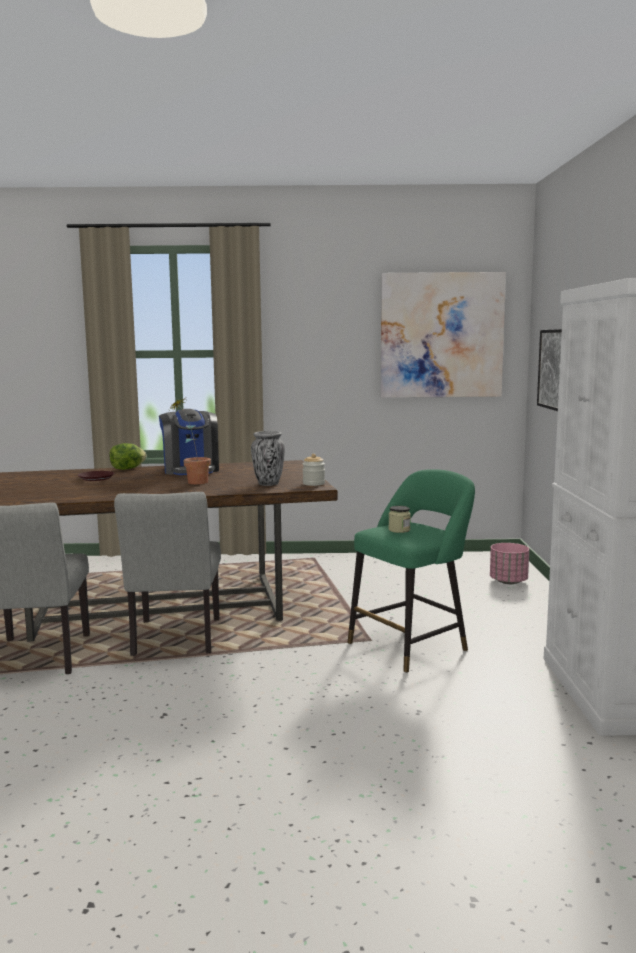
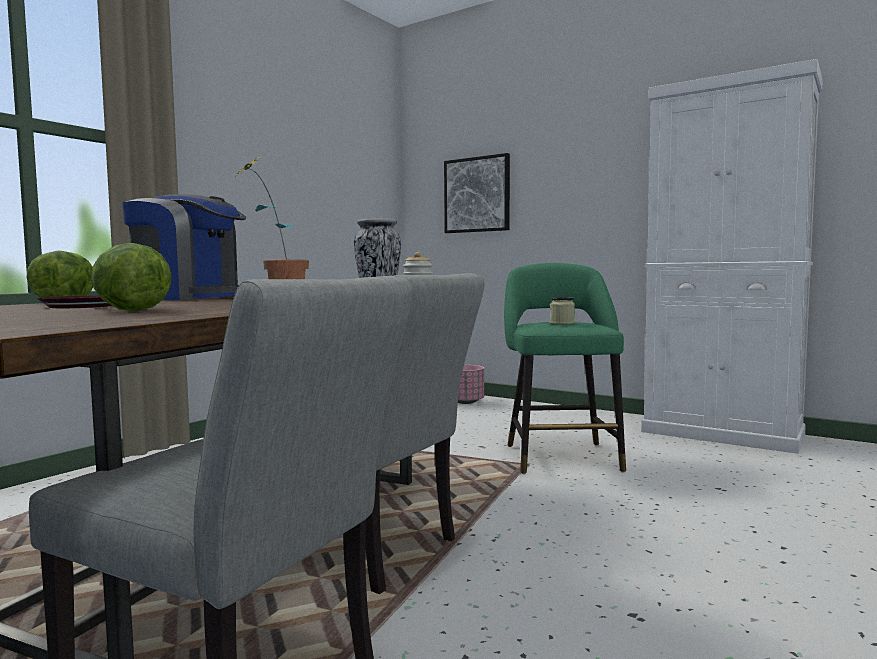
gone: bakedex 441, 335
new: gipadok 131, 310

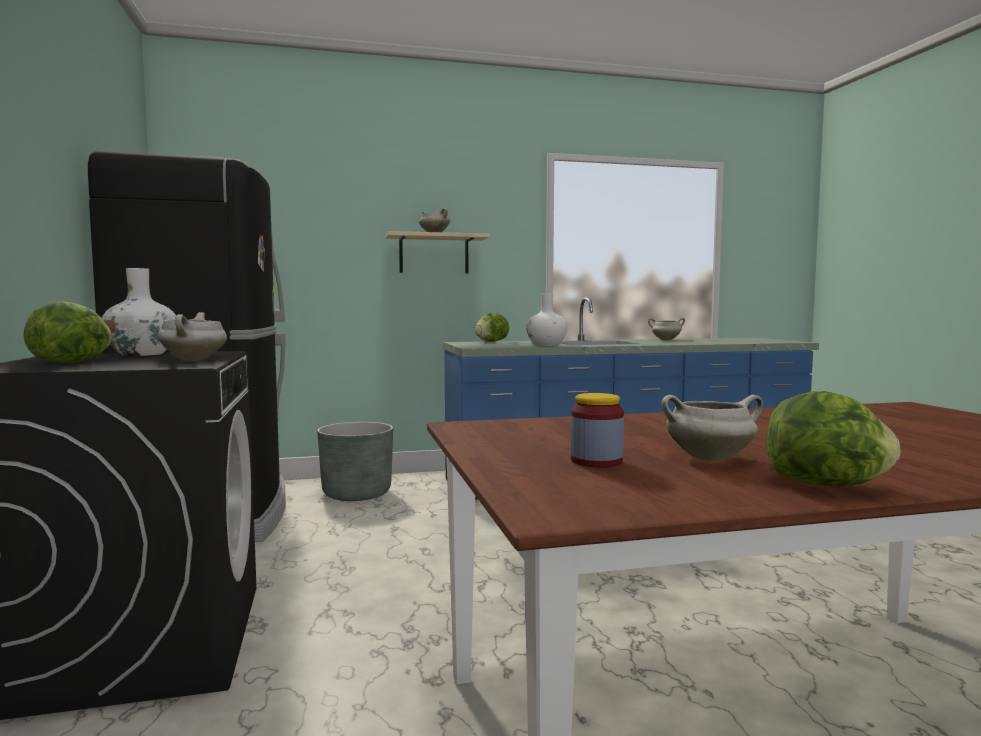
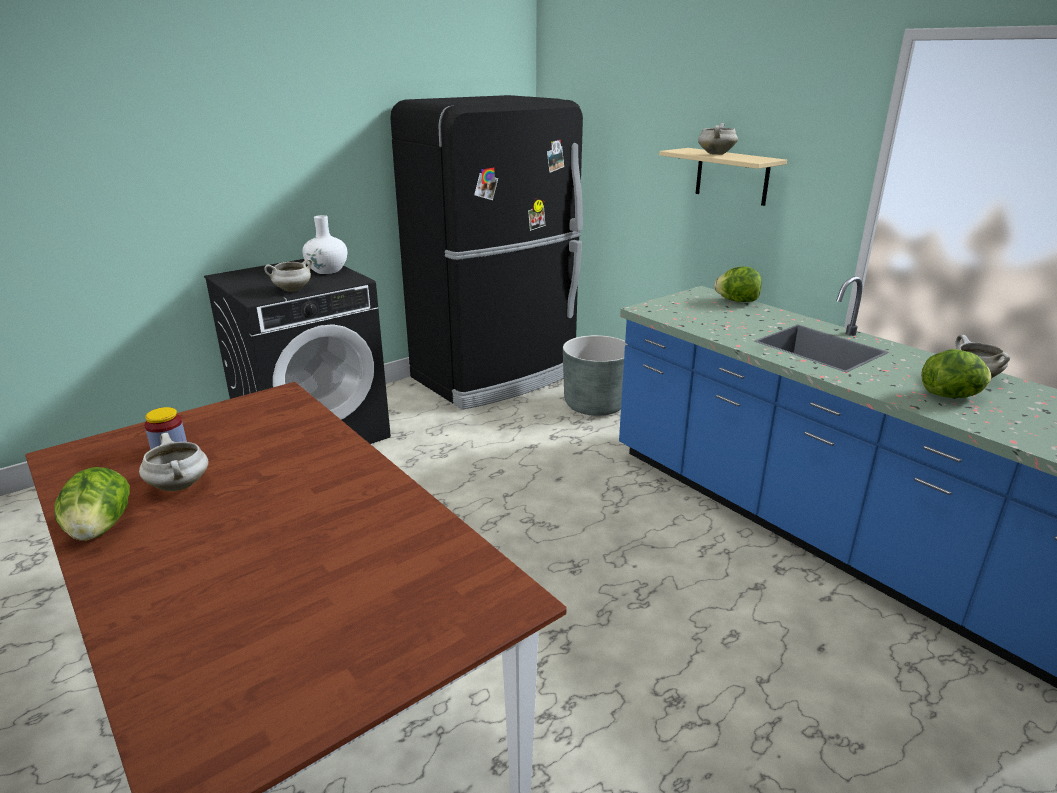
gone: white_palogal 546, 345
shifted: gipadok 73, 362 to 951, 396

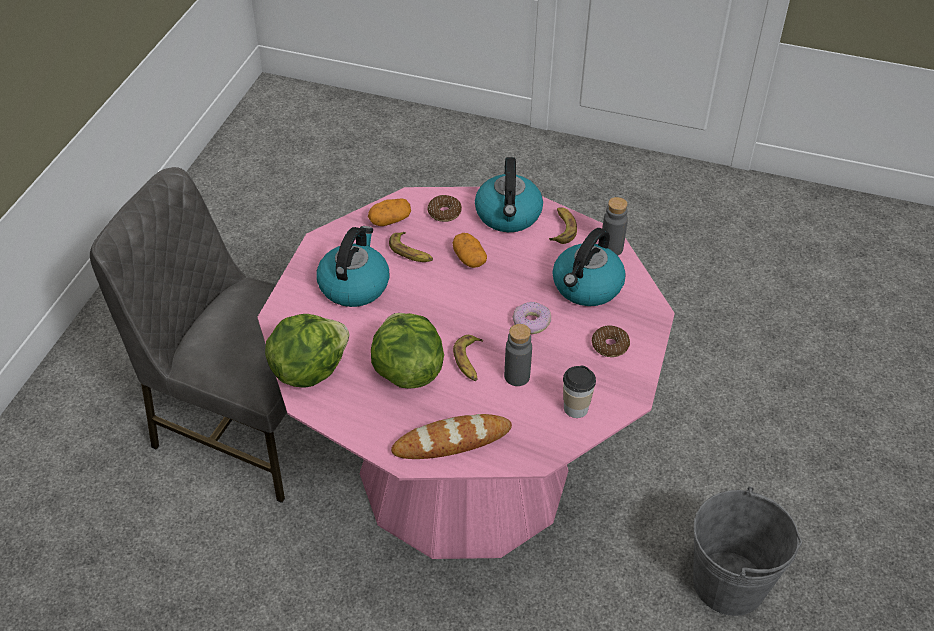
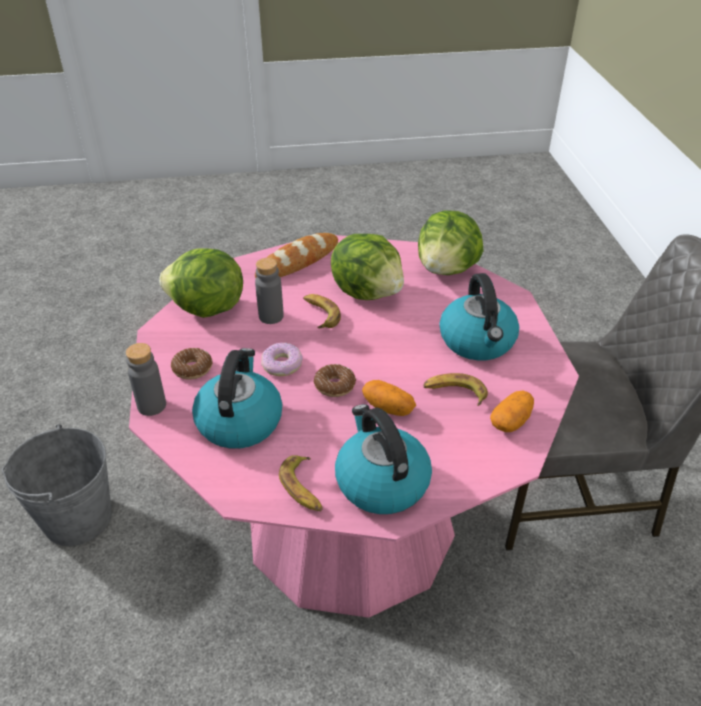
shifted: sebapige 444, 213 to 334, 385; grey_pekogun 611, 248 to 152, 405
swapped: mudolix 575, 408 to gipadok 207, 309

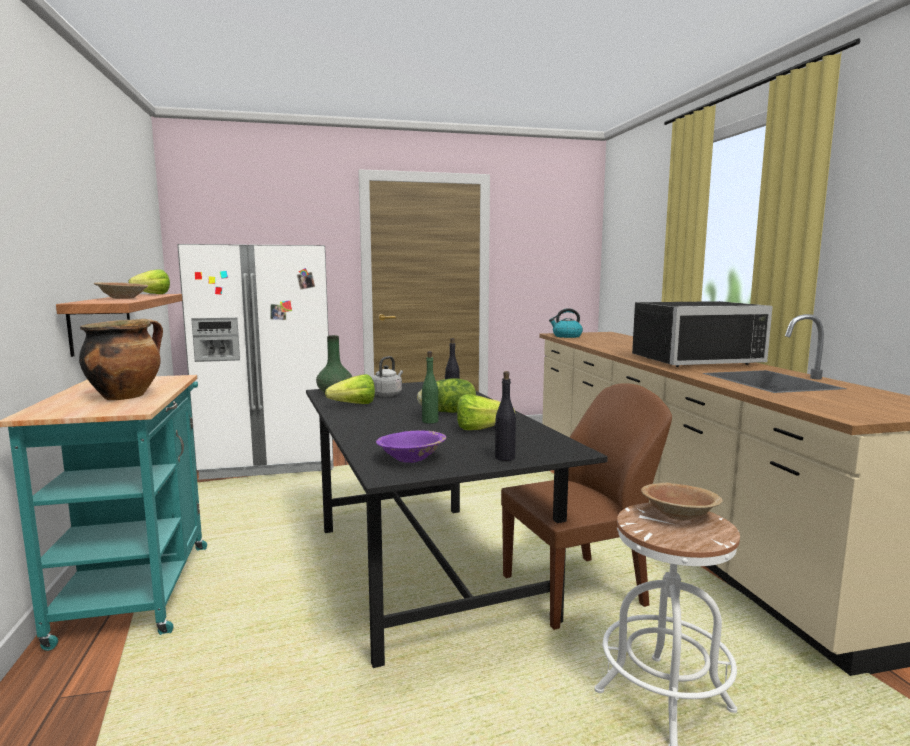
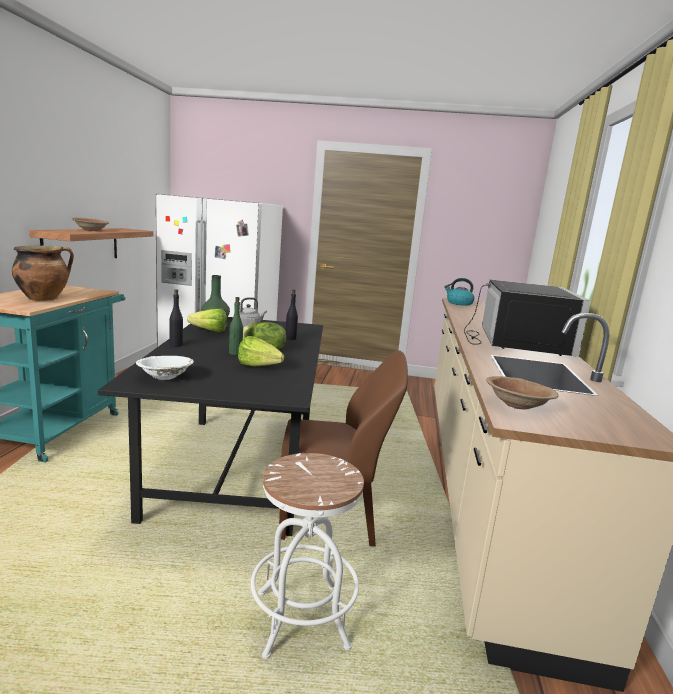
gone: gipadok 148, 294
shifted: black_pekogun 504, 457 to 176, 345; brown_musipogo 679, 515 to 517, 405
repainted: purple_musipogo 411, 458 to white_musipogo 165, 377
rotated: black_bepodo 691, 360 = 515, 342 90 degrees counterclockwise

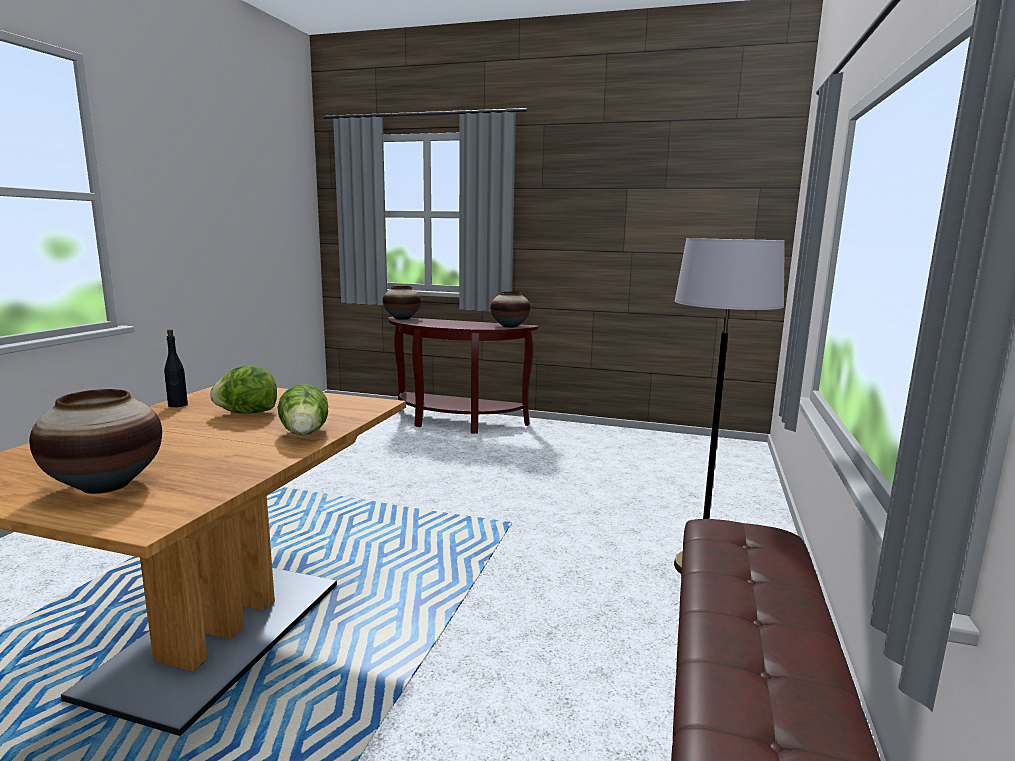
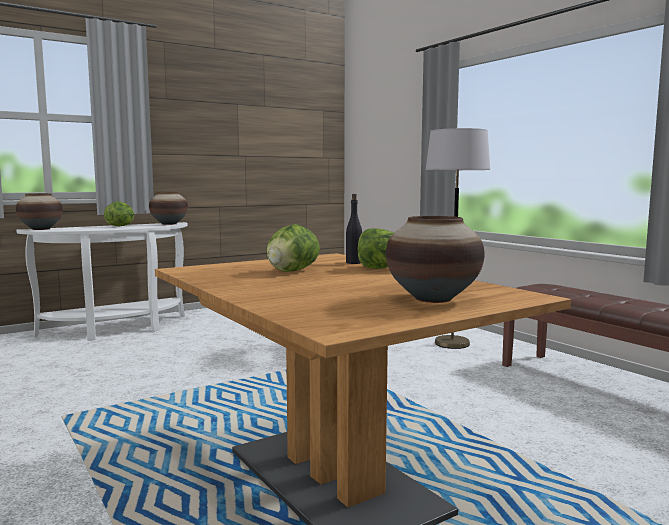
new: gipadok 121, 226
shifted: black_pekogun 177, 405 to 354, 262
repainted: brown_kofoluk 454, 422 to white_kofoluk 118, 329

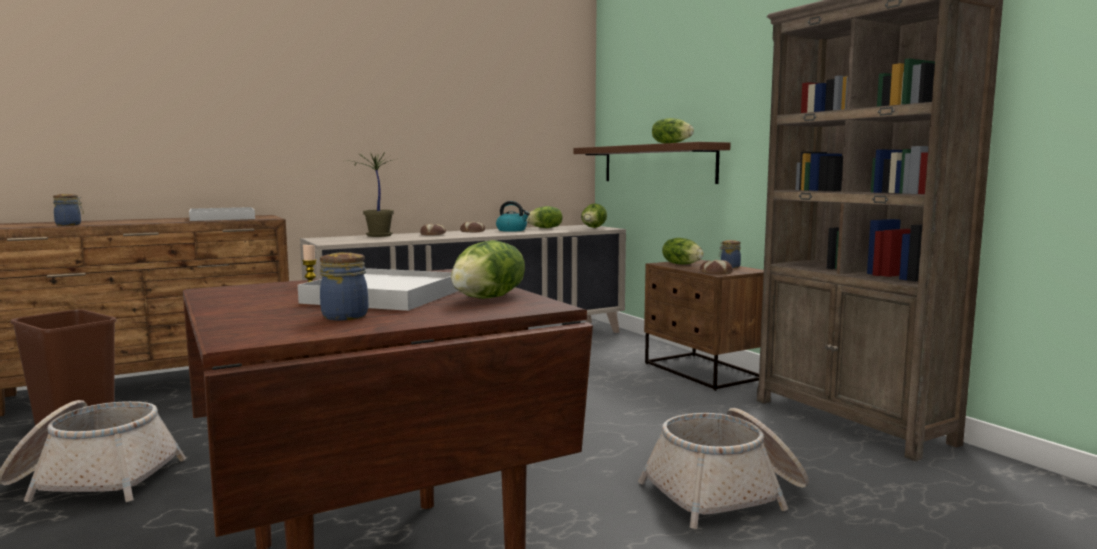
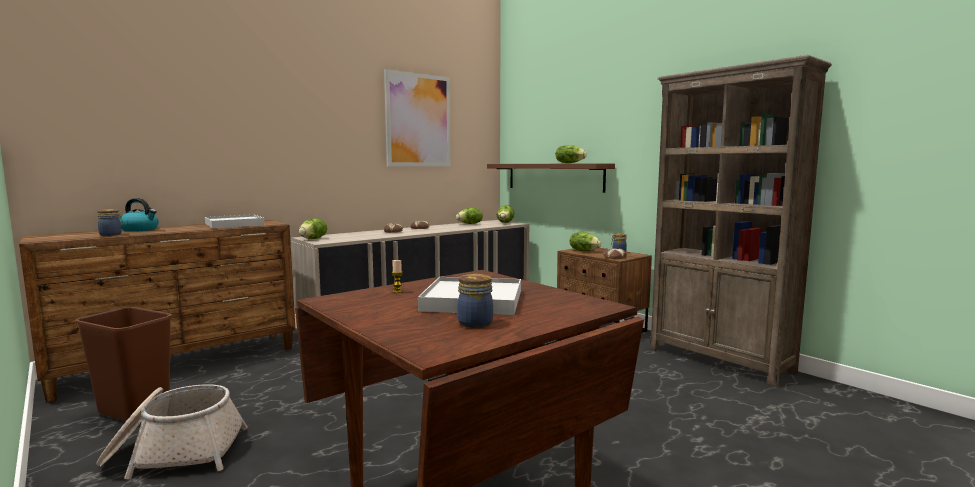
gone: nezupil 378, 235; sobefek 727, 493
new: bakedex 418, 120
shifted: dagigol 512, 230 to 140, 230; gipadok 489, 298 to 313, 239

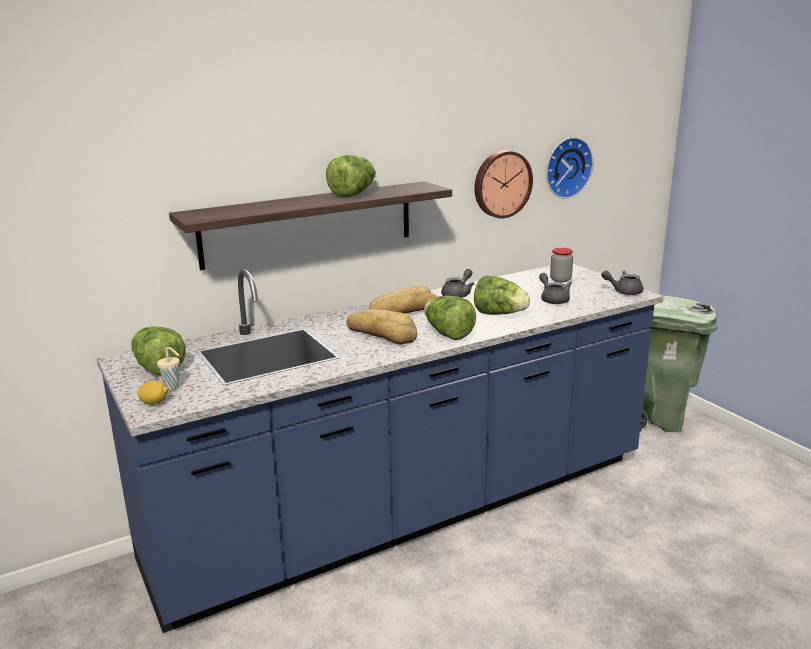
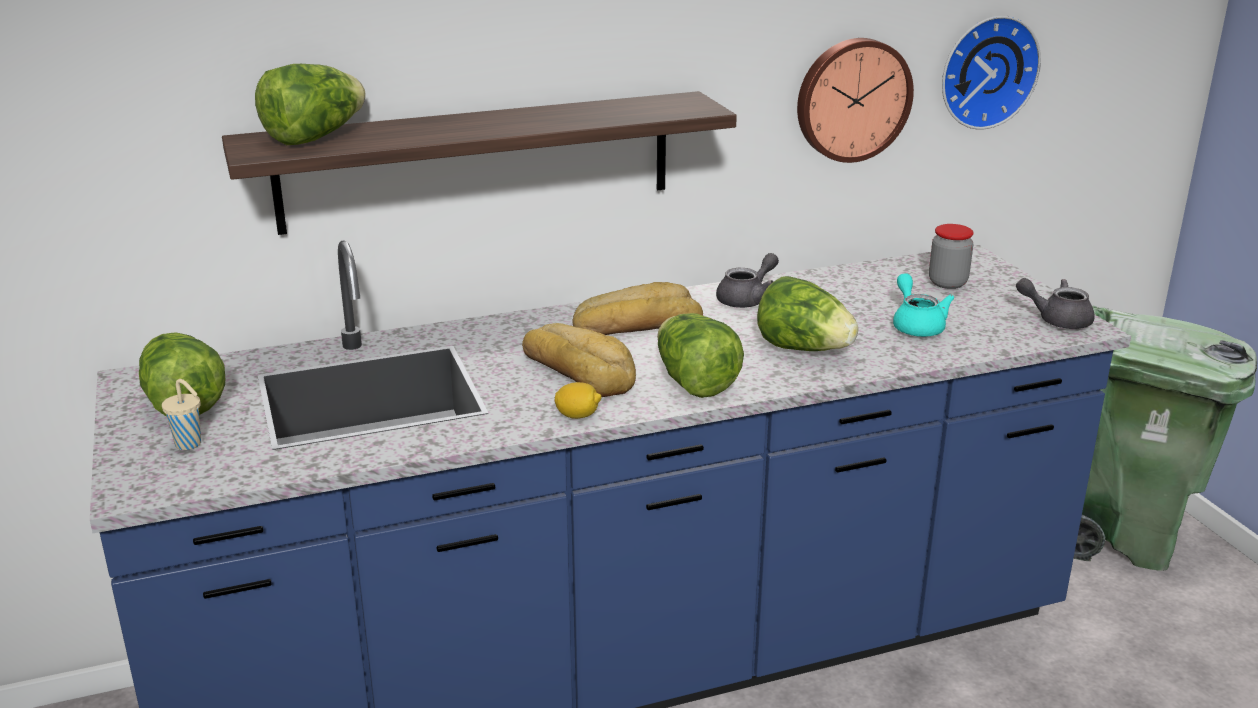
shifted: gipadok 353, 194 to 314, 138; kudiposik 154, 402 to 578, 415
repainted: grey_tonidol 553, 299 to turquoise_tonidol 916, 325

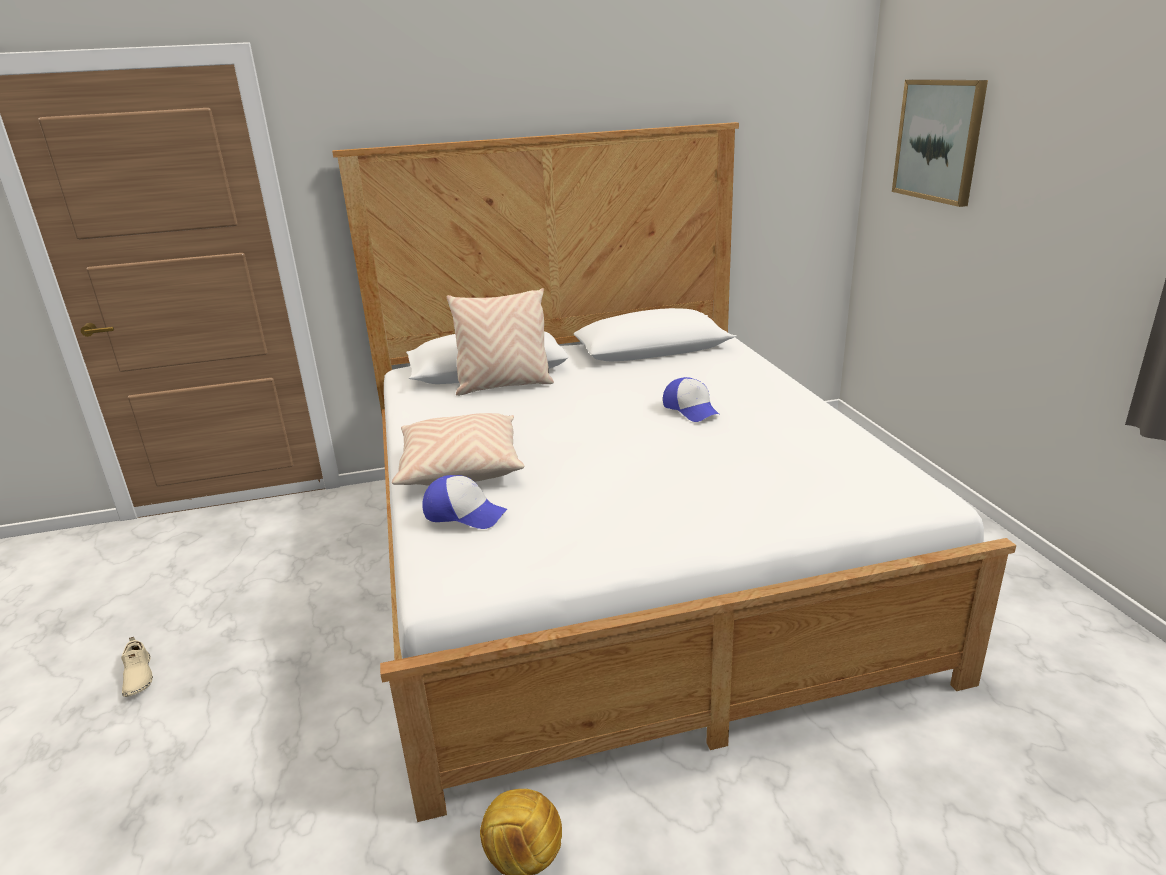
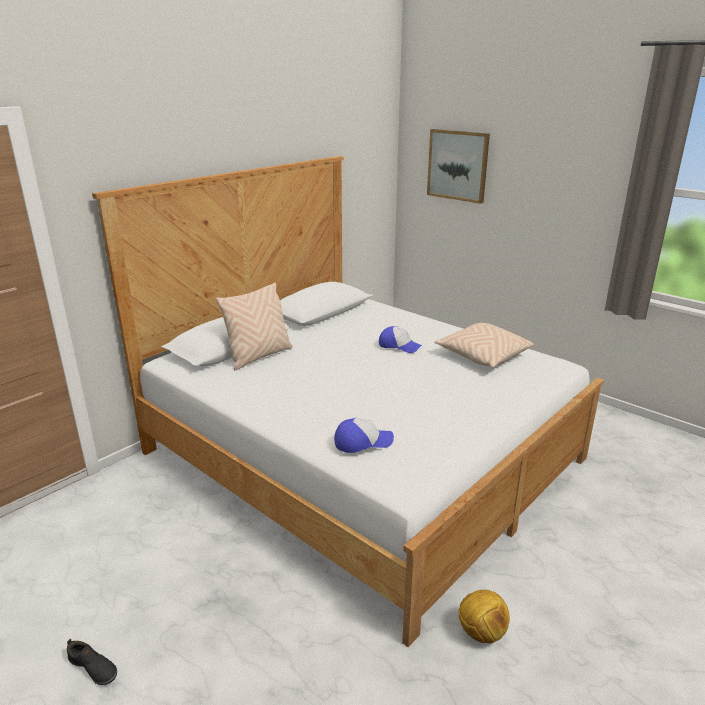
shifted: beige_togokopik 460, 467 to 482, 356
repainted: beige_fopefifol 137, 677 to black_fopefifol 93, 668

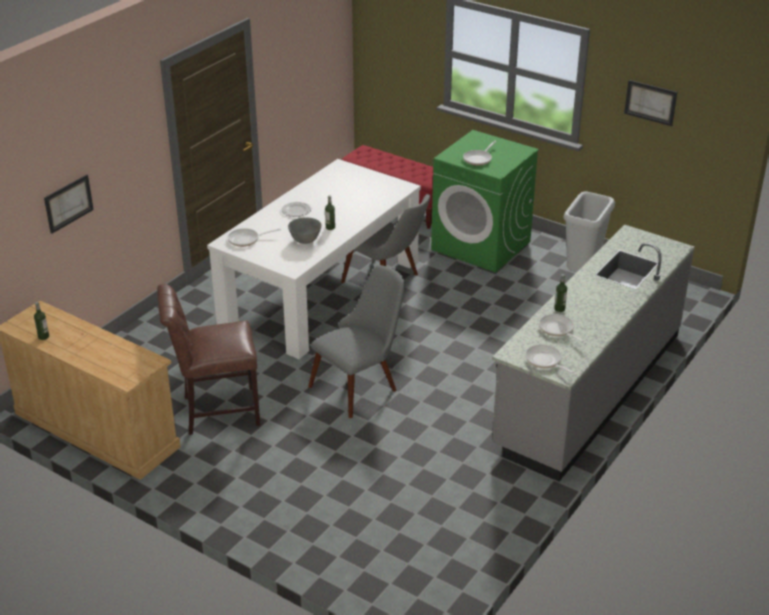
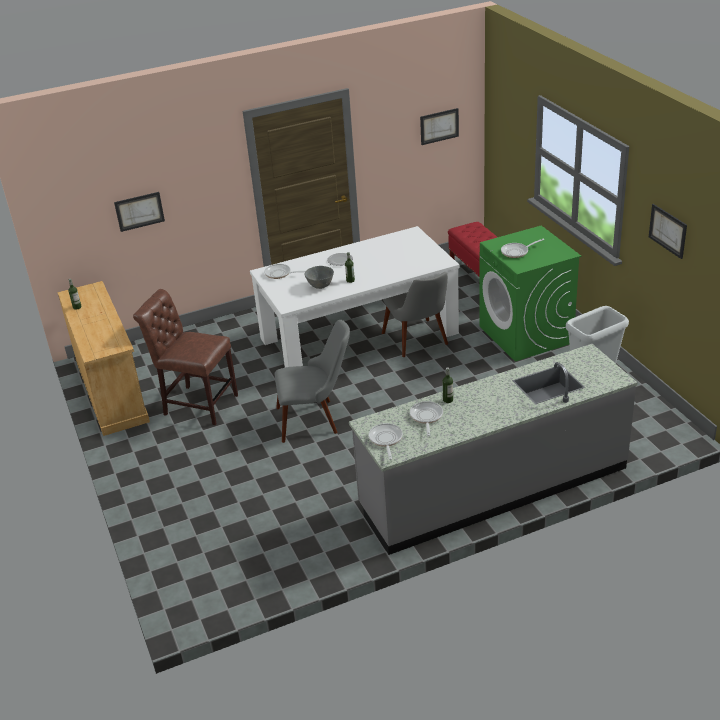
new: bakedex 439, 126

